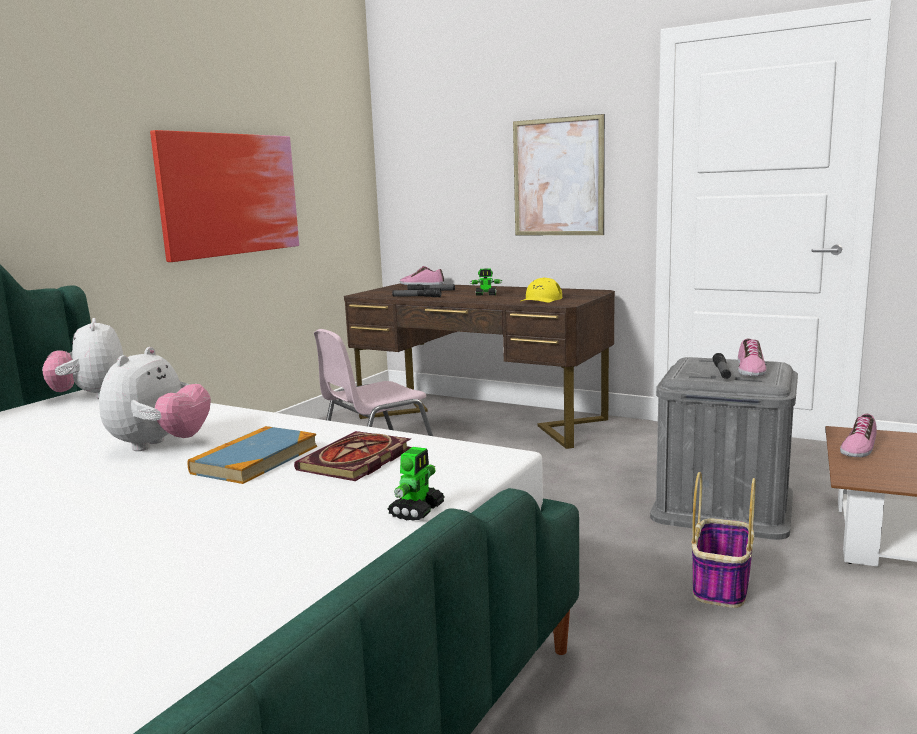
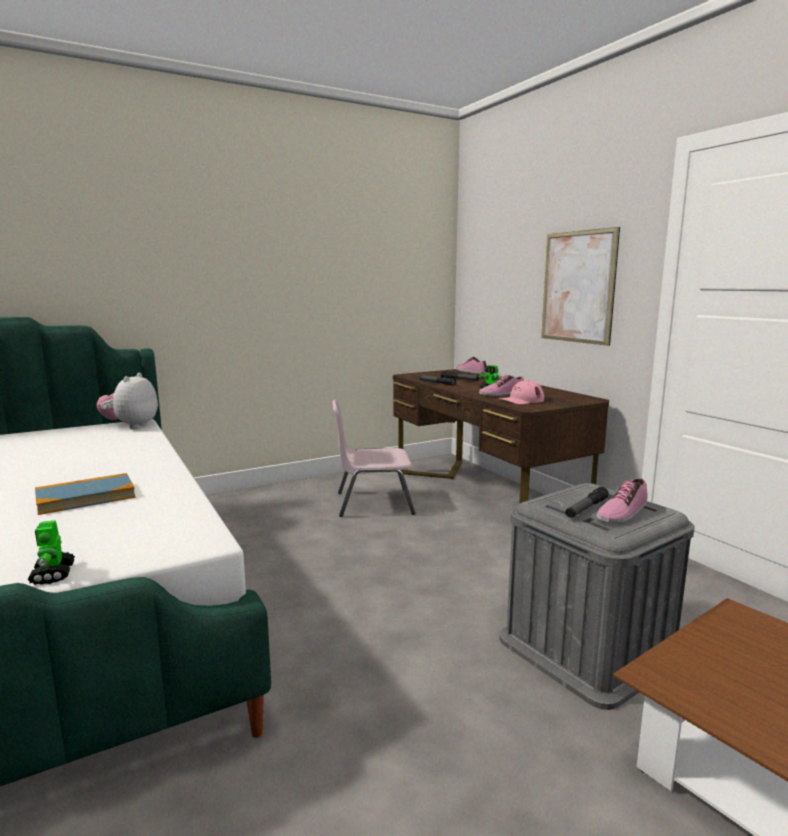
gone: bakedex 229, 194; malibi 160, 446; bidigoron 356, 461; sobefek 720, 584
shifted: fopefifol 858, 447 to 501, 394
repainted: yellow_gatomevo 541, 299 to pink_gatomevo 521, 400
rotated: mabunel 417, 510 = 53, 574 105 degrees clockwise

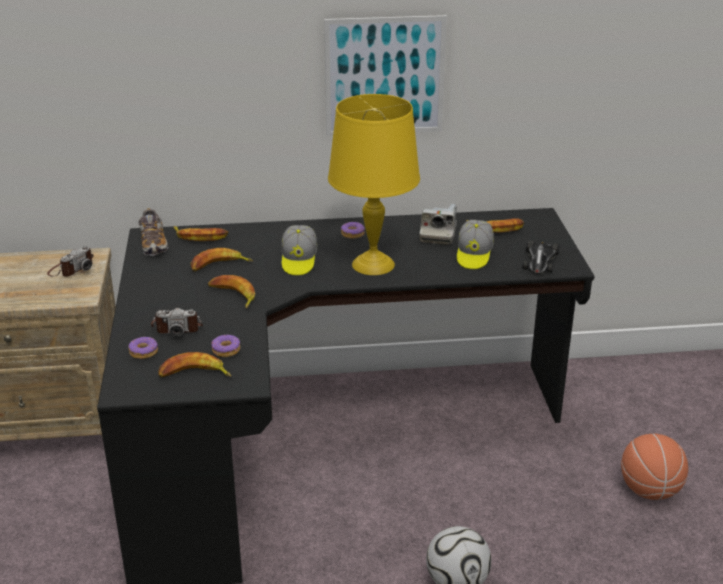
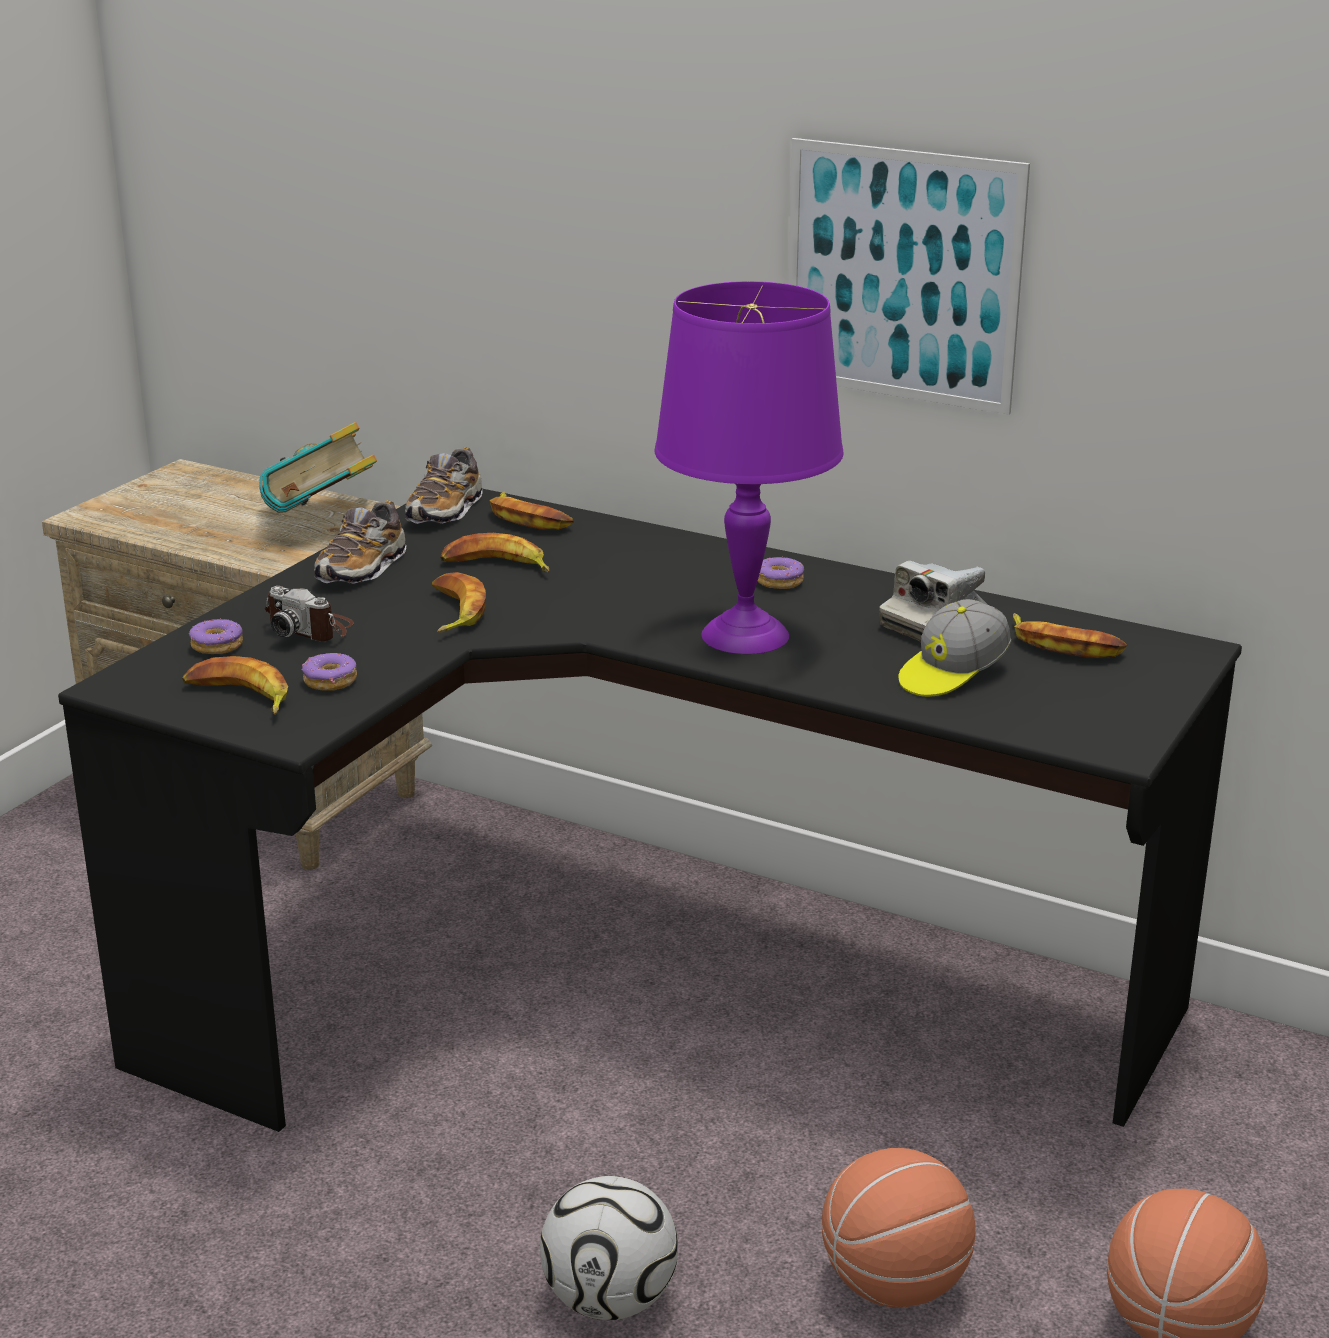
gone: gatomevo 299, 261; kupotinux 540, 261
new: fopefifol 362, 569; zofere 895, 1283
swapped: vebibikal 71, 269 to bidigoron 322, 522
repainted: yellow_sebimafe 374, 264 to purple_sebimafe 746, 635

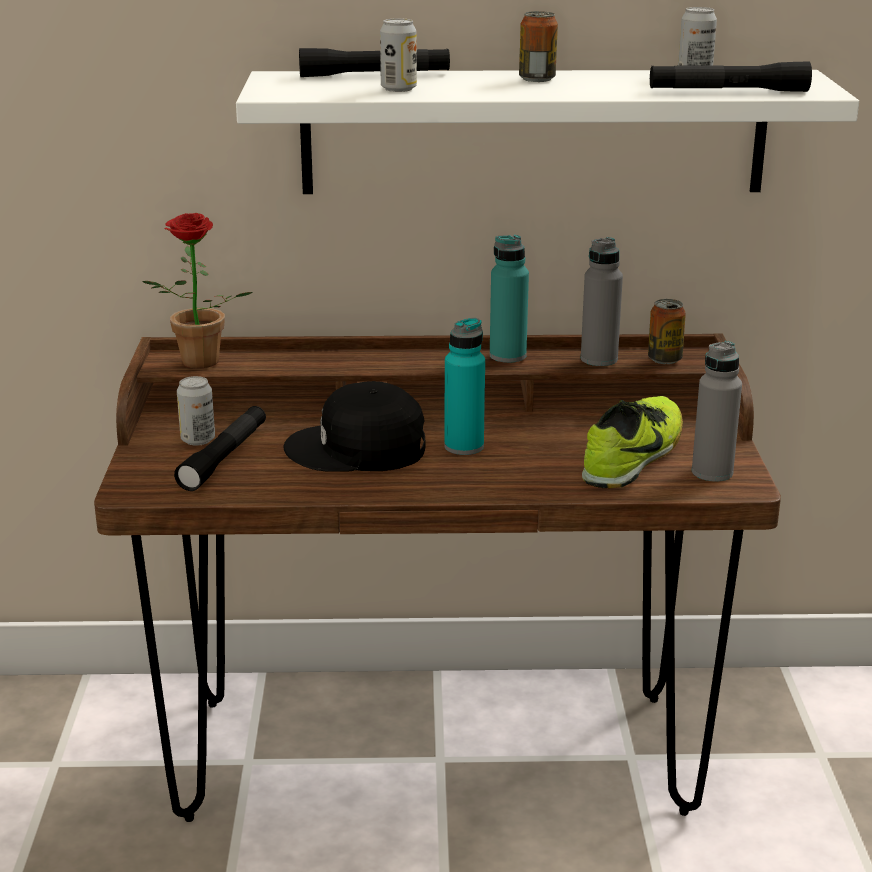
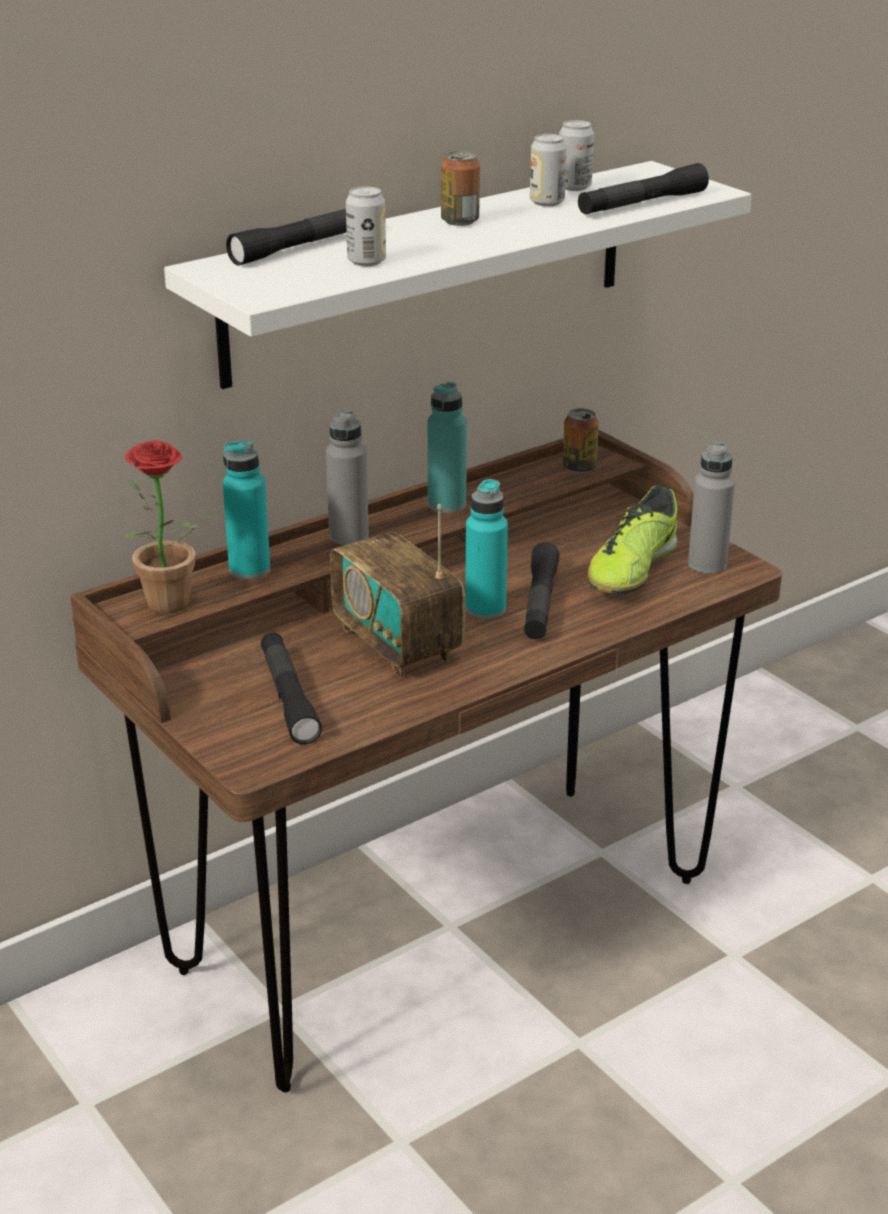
new: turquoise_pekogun 249, 570; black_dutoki 540, 603
shifted: grey_pekogun 599, 359 to 348, 536; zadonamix 198, 440 to 547, 202
swapped: black_gatomevo 357, 449 to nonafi 397, 644
rotated: fopefifol 634, 456 = 631, 570 150 degrees counterclockwise

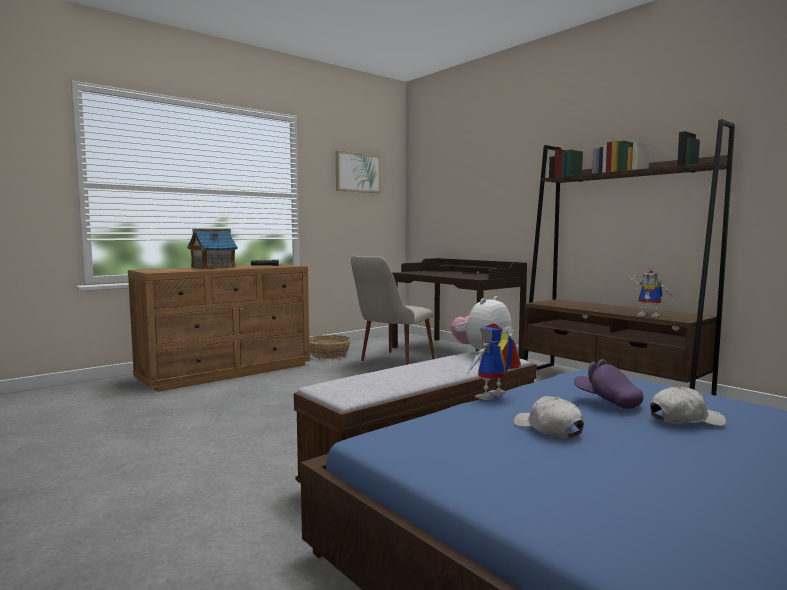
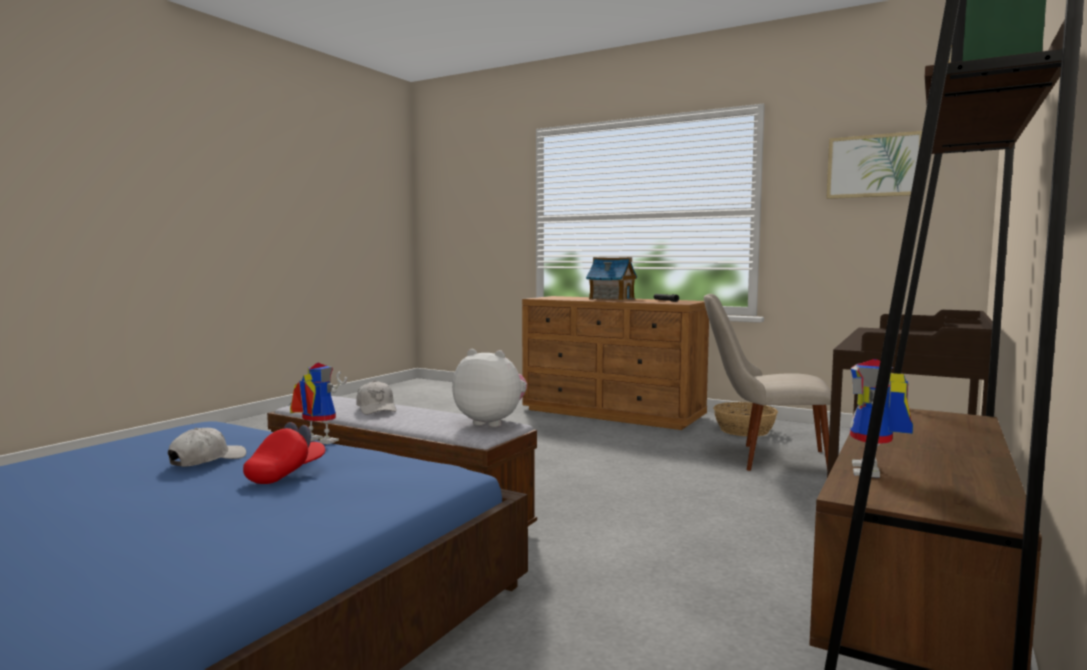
shifted: white_gatomevo 685, 420 to 376, 408
repainted: purple_gatomevo 607, 401 to red_gatomevo 286, 473

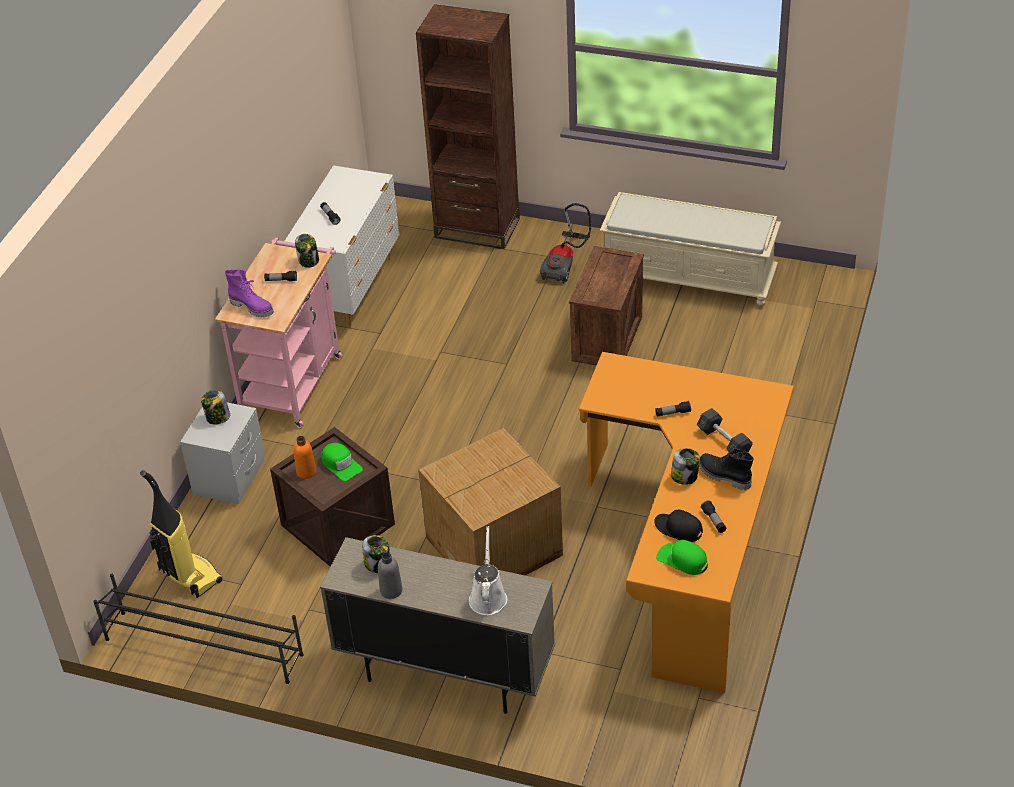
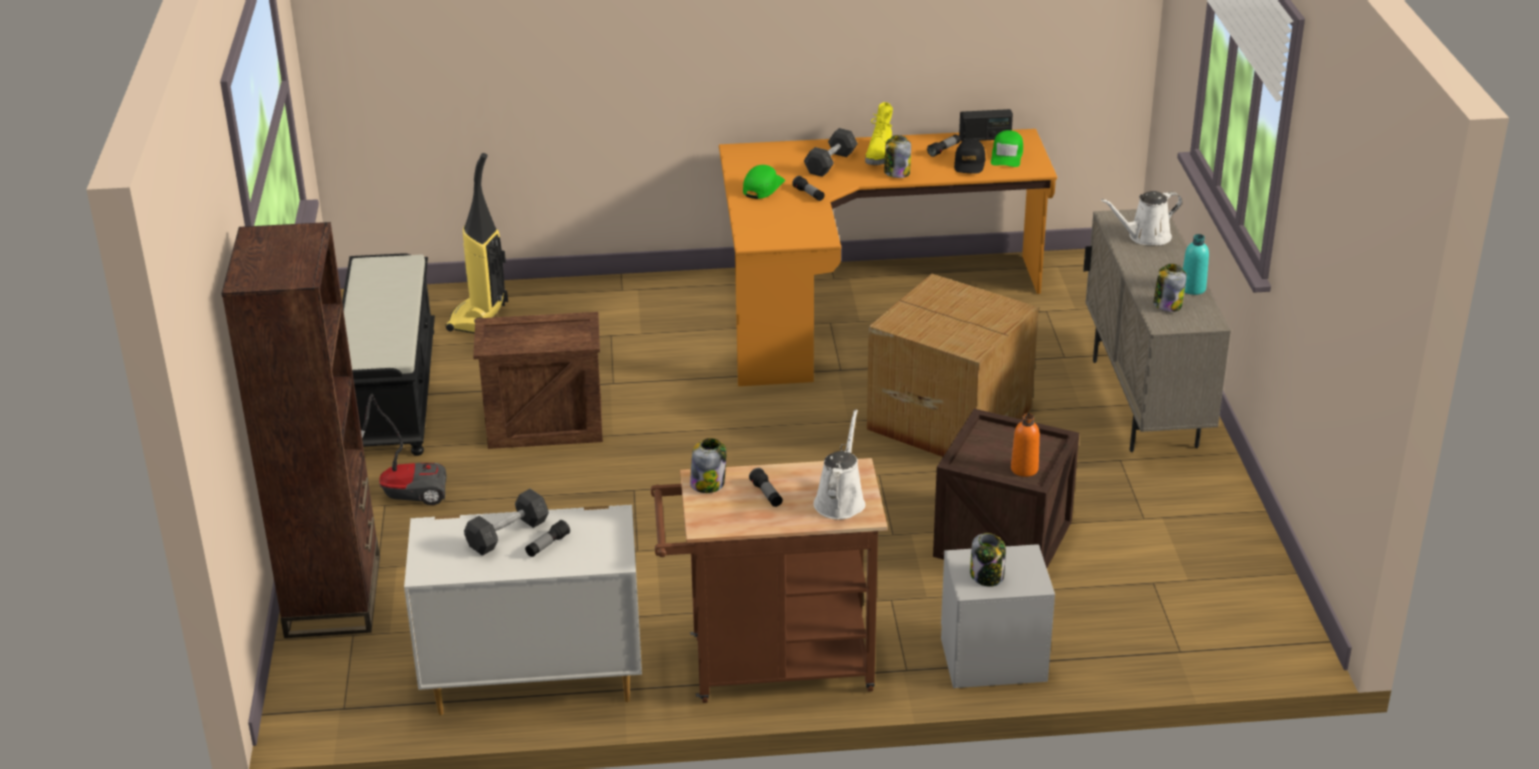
gone: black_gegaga 203, 646
new: nonafi 985, 138; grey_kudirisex 507, 534
shifted: green_gatomevo 341, 464 to 763, 187; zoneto 189, 576 to 479, 317
swapped: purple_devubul 252, 307 to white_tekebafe 840, 500
repainted: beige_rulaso 689, 276 to black_rulaso 389, 392; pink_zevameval 294, 380 to brown_zevameval 769, 666; black_devubul 723, 476 to yellow_devubul 880, 155; grey_pekogun 391, 590 to turquoise_pekogun 1192, 288

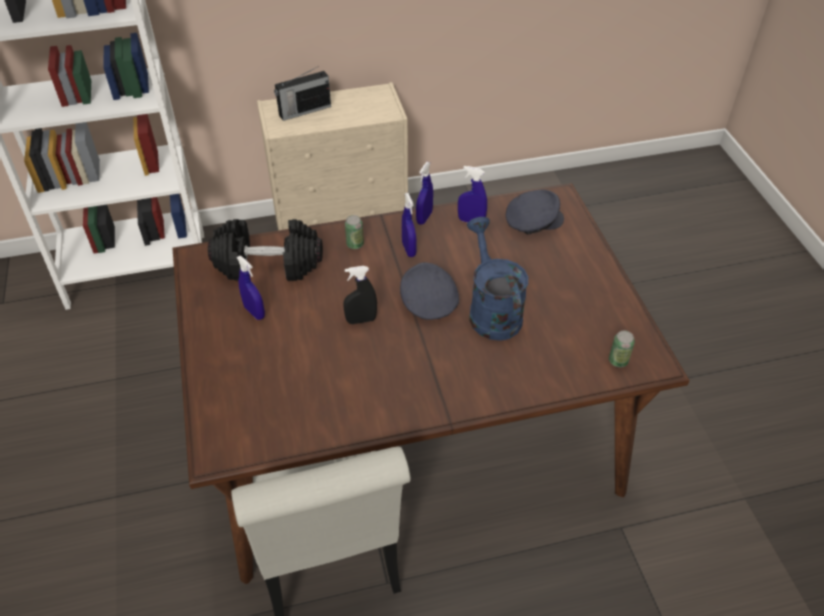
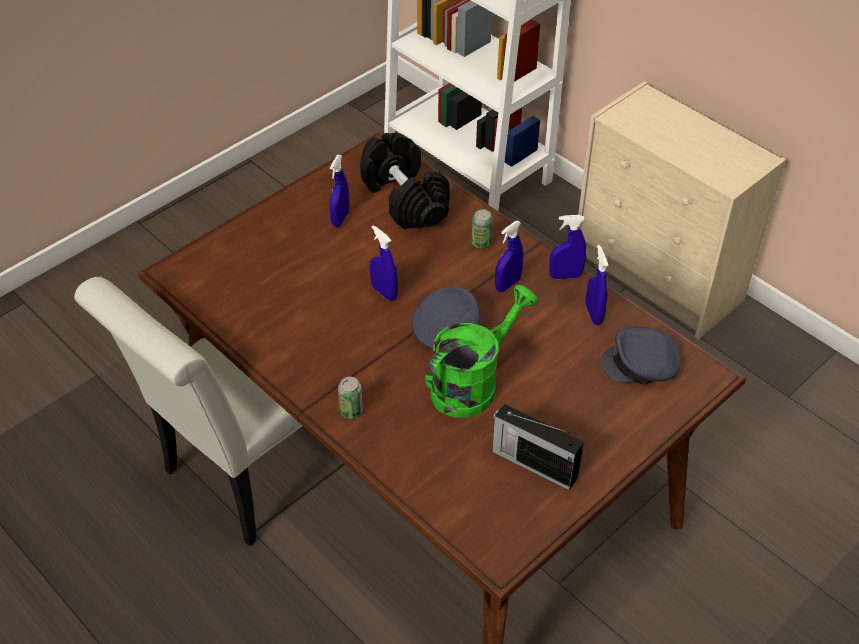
shifted: nonafi 304, 111 to 533, 463; zadonamix 618, 361 to 351, 411
repainted: blue_tekebafe 491, 310 to green_tekebafe 472, 383; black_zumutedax 361, 320 to blue_zumutedax 384, 292
rotated: grey_gatomevo 532, 220 = 642, 365 135 degrees clockwise

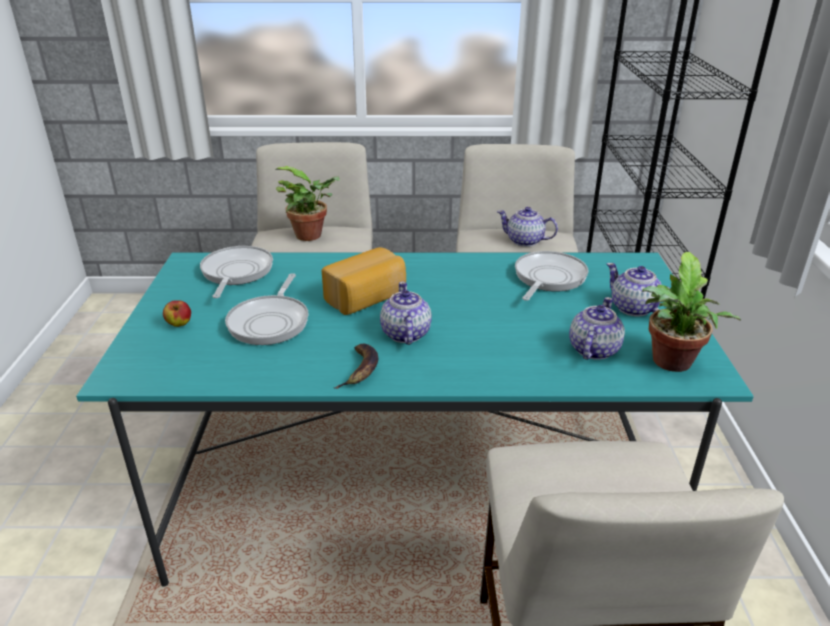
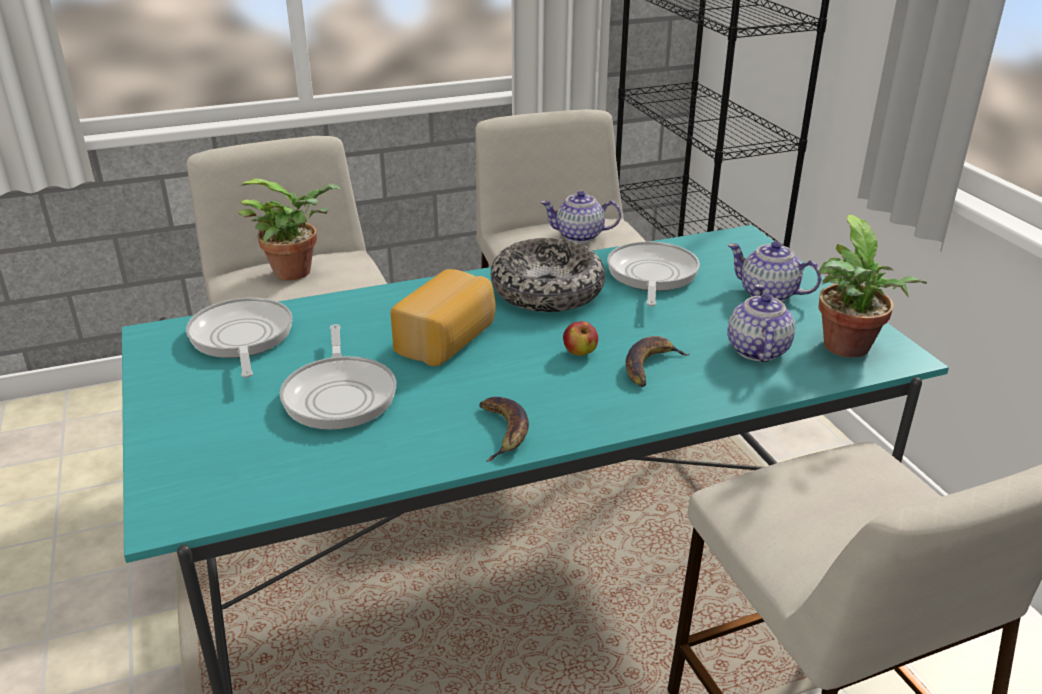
gone: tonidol 405, 334
new: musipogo 547, 291; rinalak 650, 366
shifted: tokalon 179, 324 to 580, 353

